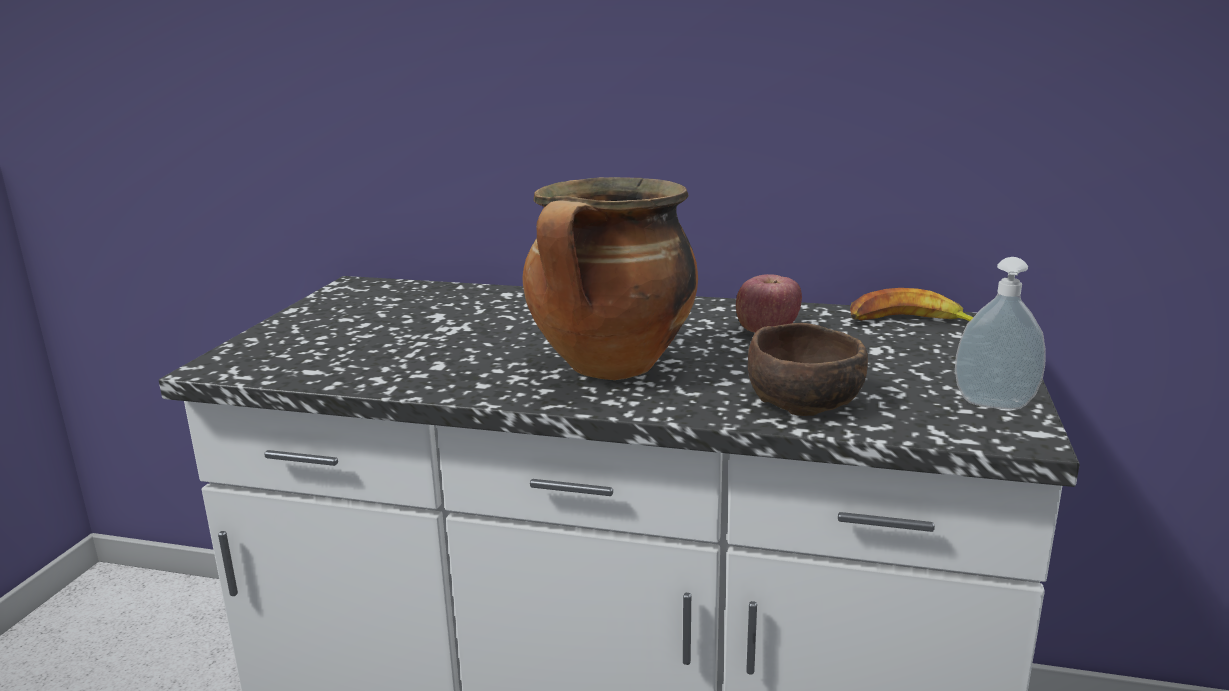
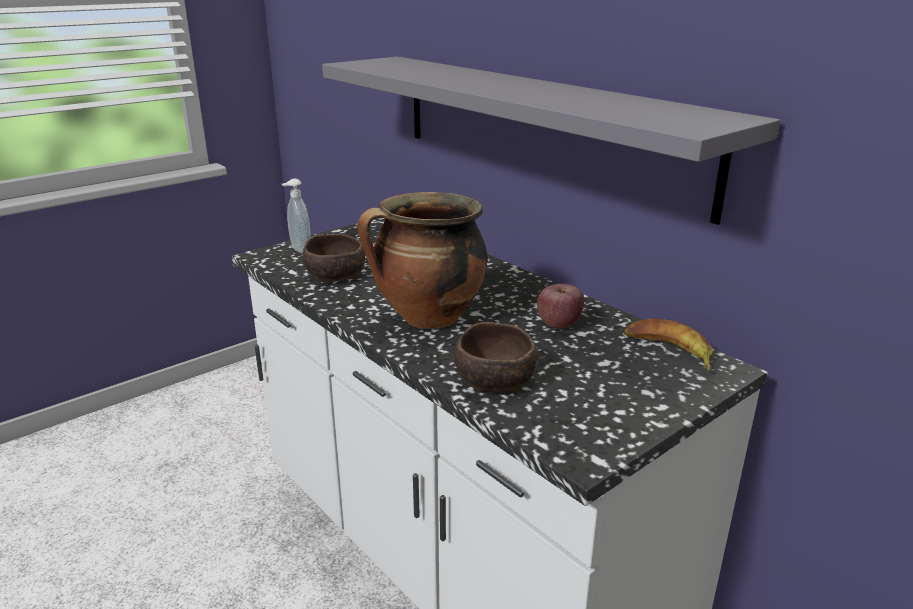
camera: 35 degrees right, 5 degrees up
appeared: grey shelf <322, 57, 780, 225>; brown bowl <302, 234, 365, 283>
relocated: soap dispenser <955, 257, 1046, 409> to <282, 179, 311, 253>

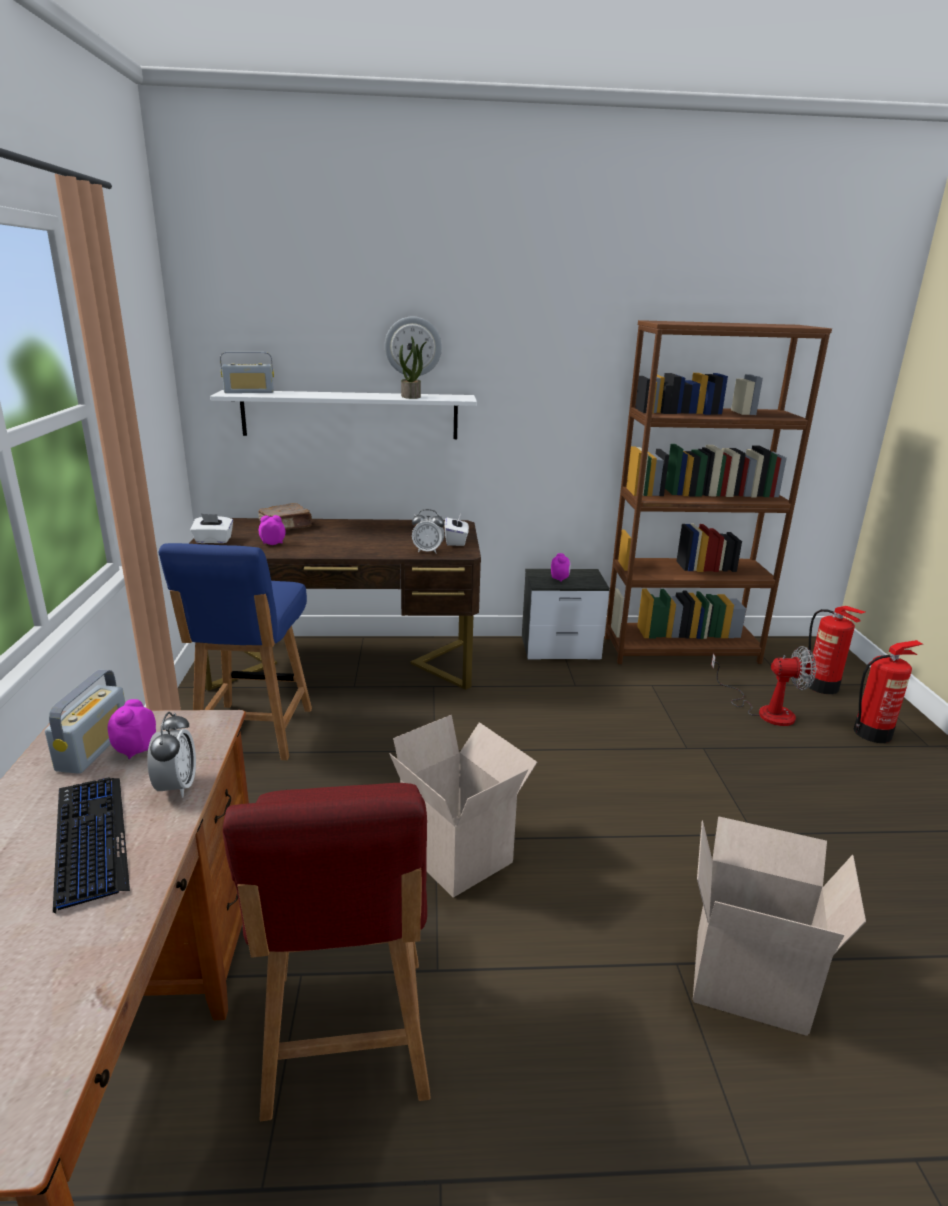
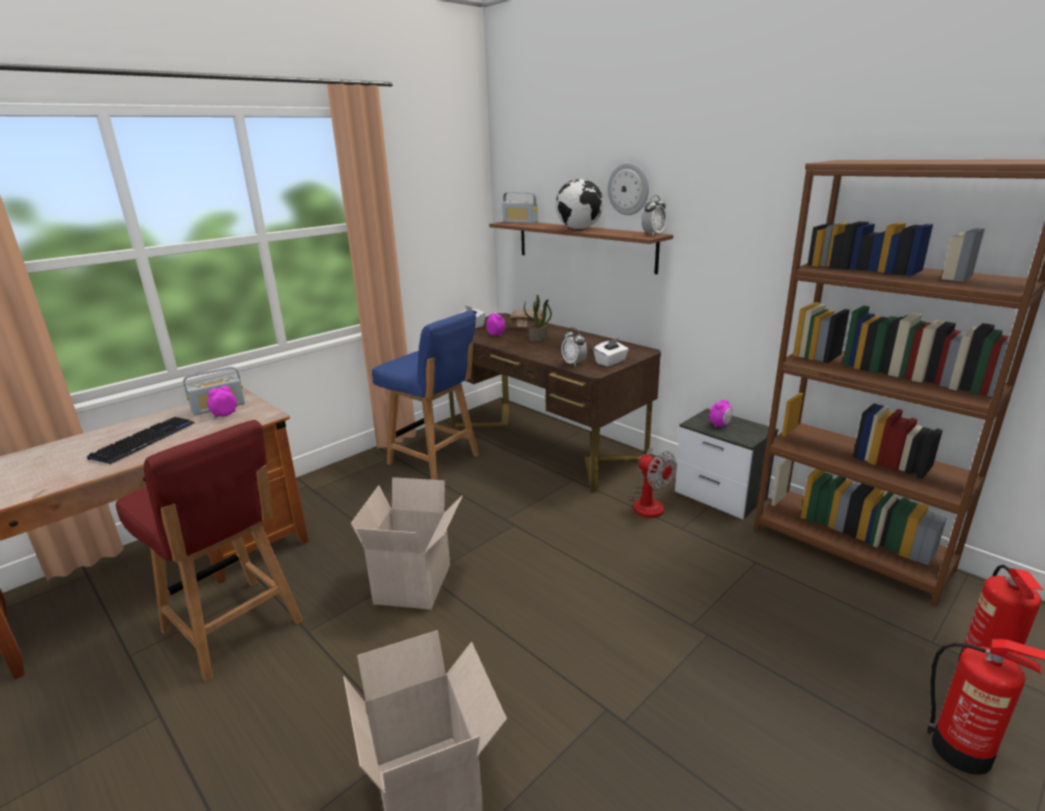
camera: 50 degrees right, 0 degrees up
appeared: globe <556, 179, 603, 230>
relocated: potted plant <399, 336, 427, 399> to <524, 295, 552, 342>; fan <711, 646, 816, 726> to <631, 448, 676, 518>; alarm clock <147, 712, 196, 798> to <641, 195, 666, 236>
colour: white shelf <210, 390, 477, 439> to brown shelf <489, 222, 673, 274>
spun: blue chair <158, 543, 312, 760> = <372, 311, 479, 480> 105 degrees counterclockwise; red chair <223, 783, 431, 1121> = <116, 420, 303, 682> 90 degrees counterclockwise

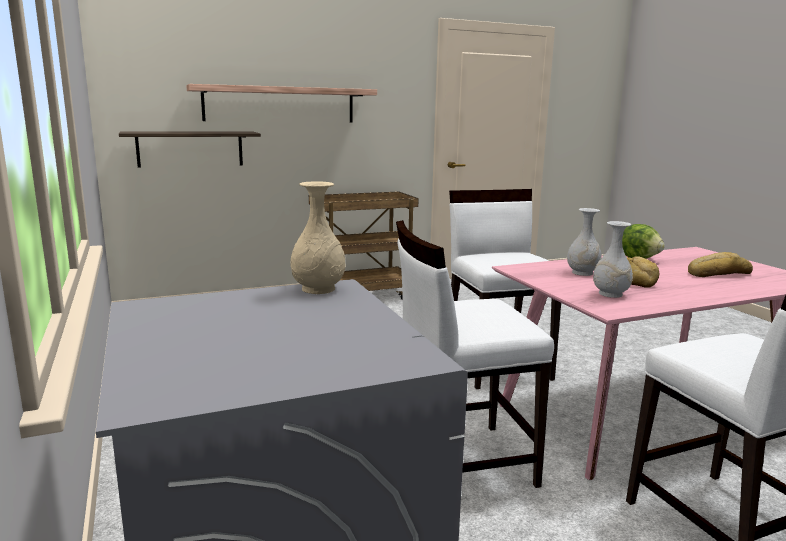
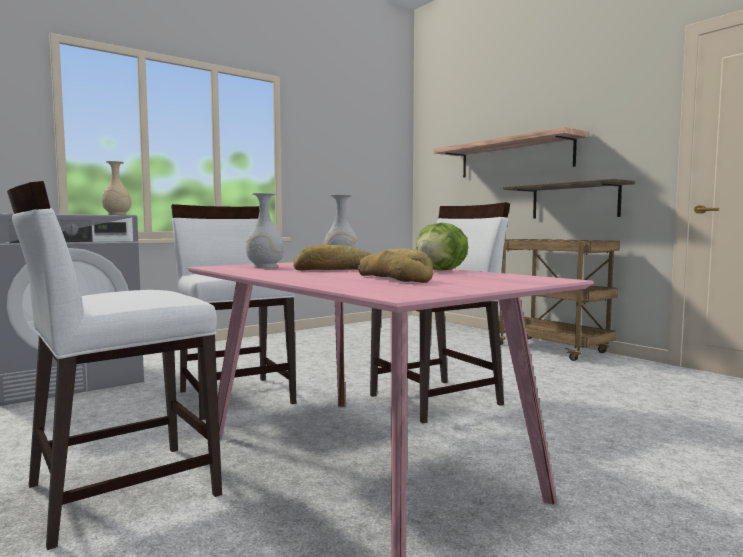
camera: 75 degrees right, 10 degrees down
relocated: shelf <119, 131, 261, 168> to <503, 179, 635, 218>

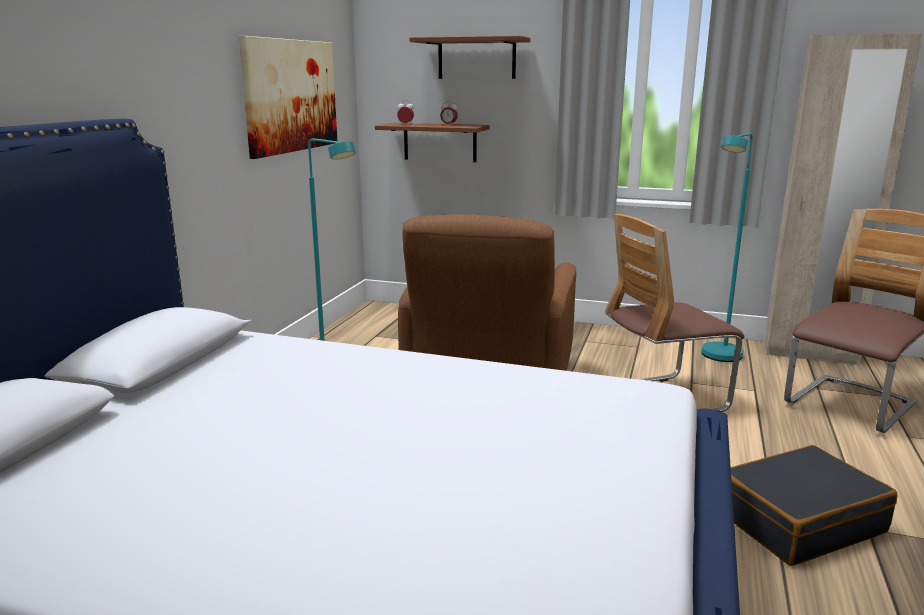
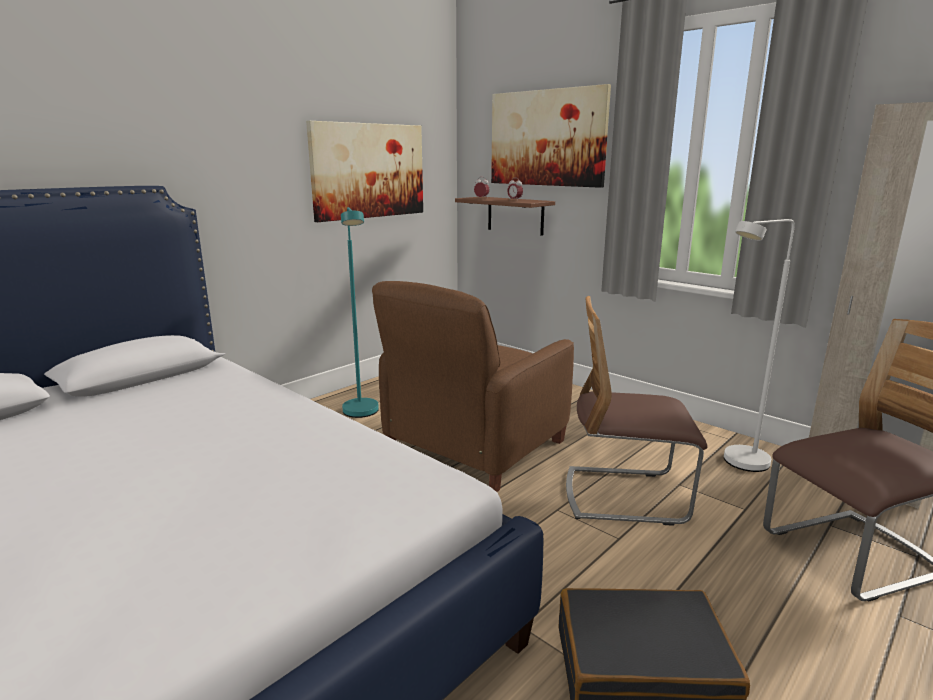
camera: 25 degrees right, 0 degrees up
exchanged: brown shelf <410, 36, 530, 79> to picture <491, 84, 611, 188>
colour: turquoise floor lamp <702, 133, 753, 362> to white floor lamp <724, 219, 795, 472>

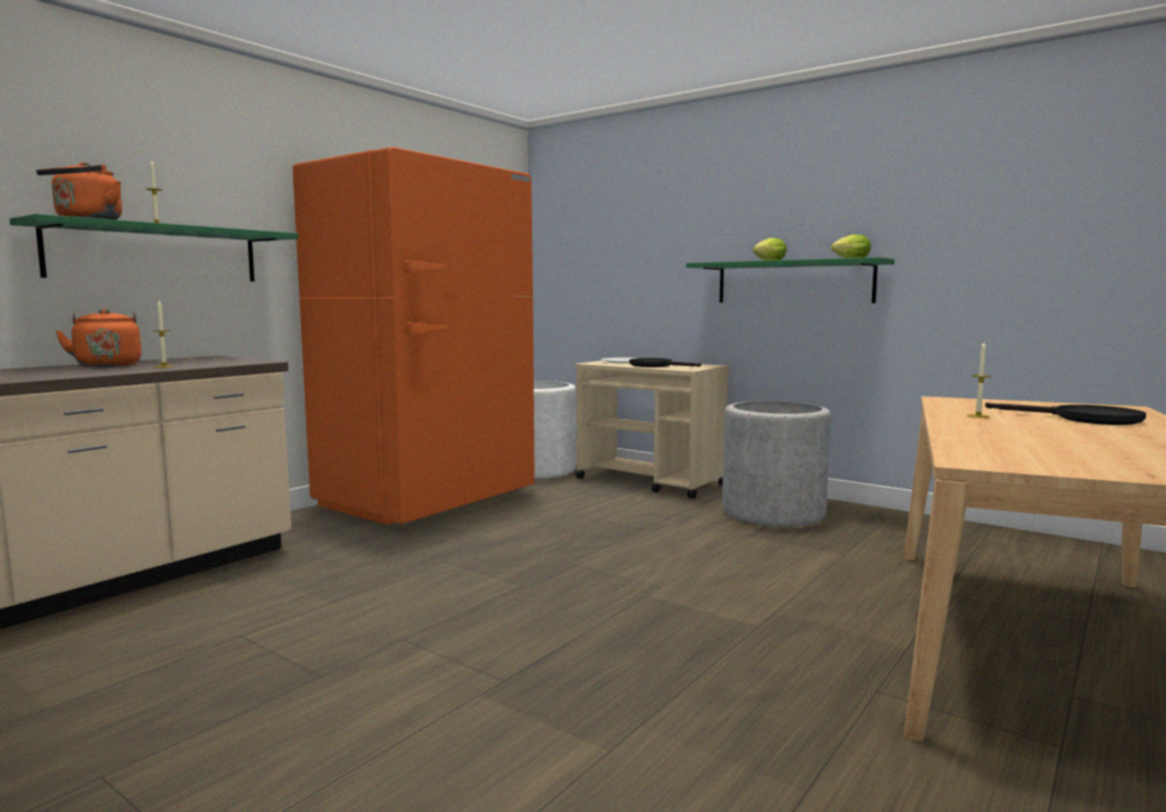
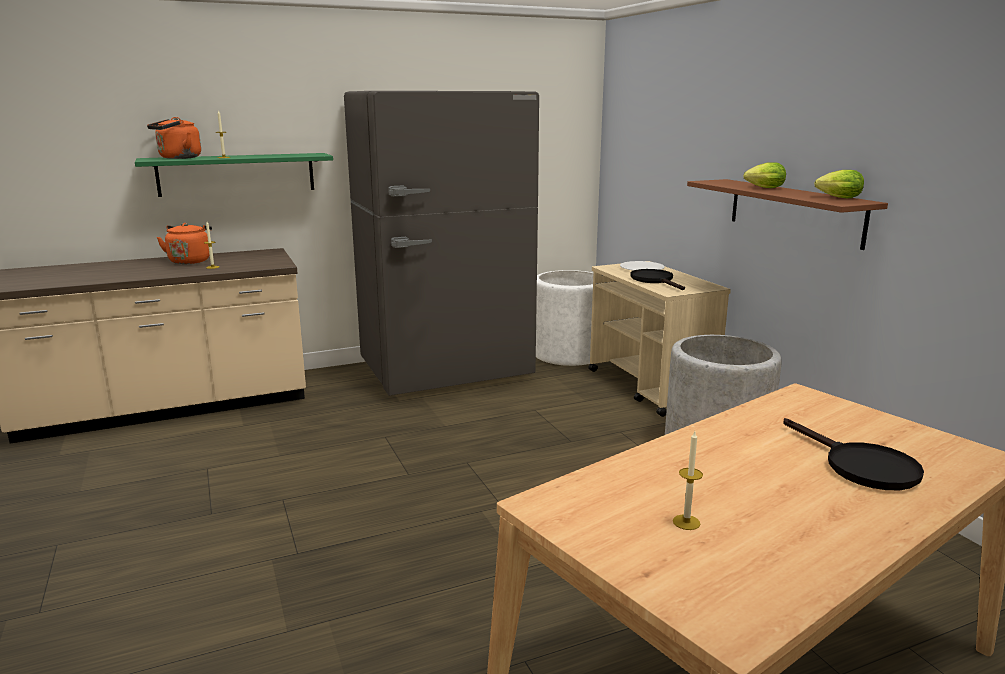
camera: 30 degrees right, 10 degrees up
relocated: candle <967, 342, 991, 418> to <673, 432, 703, 530>
colour: orange fridge <293, 147, 535, 525> to grey fridge <344, 91, 539, 396>; green shelf <686, 257, 895, 303> to brown shelf <687, 179, 888, 250>

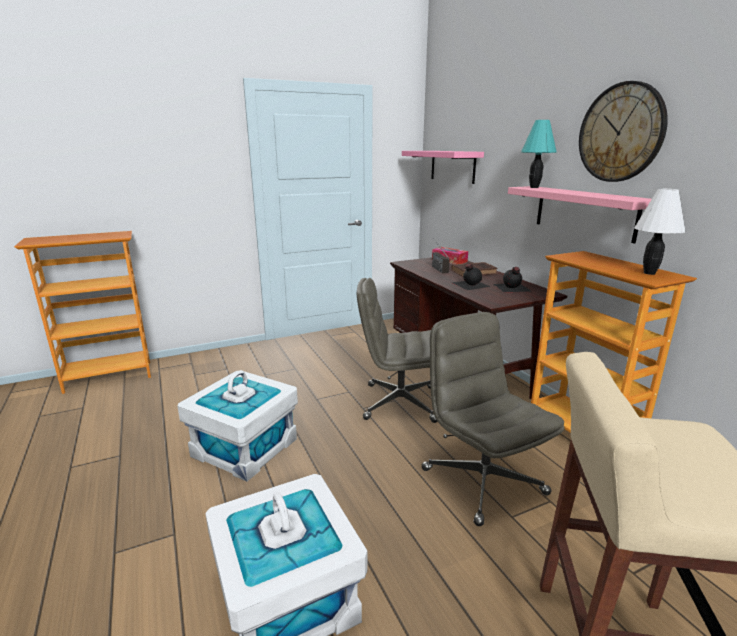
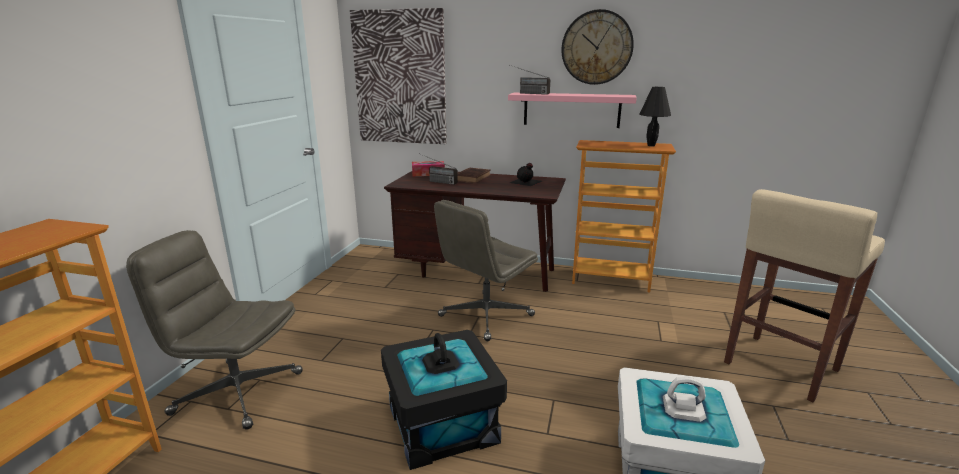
camera: 50 degrees left, 0 degrees up
missing: black bottle <453, 264, 490, 290>
relocated: grey office chair <422, 312, 565, 526> to <126, 230, 303, 430>
exchanged: turquoise table lamp <521, 120, 557, 188> to radio <509, 65, 550, 95>; pink shelf <402, 151, 484, 184> to picture <350, 8, 447, 144>
colour: white table lamp <634, 189, 685, 275> to black table lamp <639, 87, 671, 146>; white storage box <178, 370, 298, 482> to black storage box <381, 330, 507, 470>

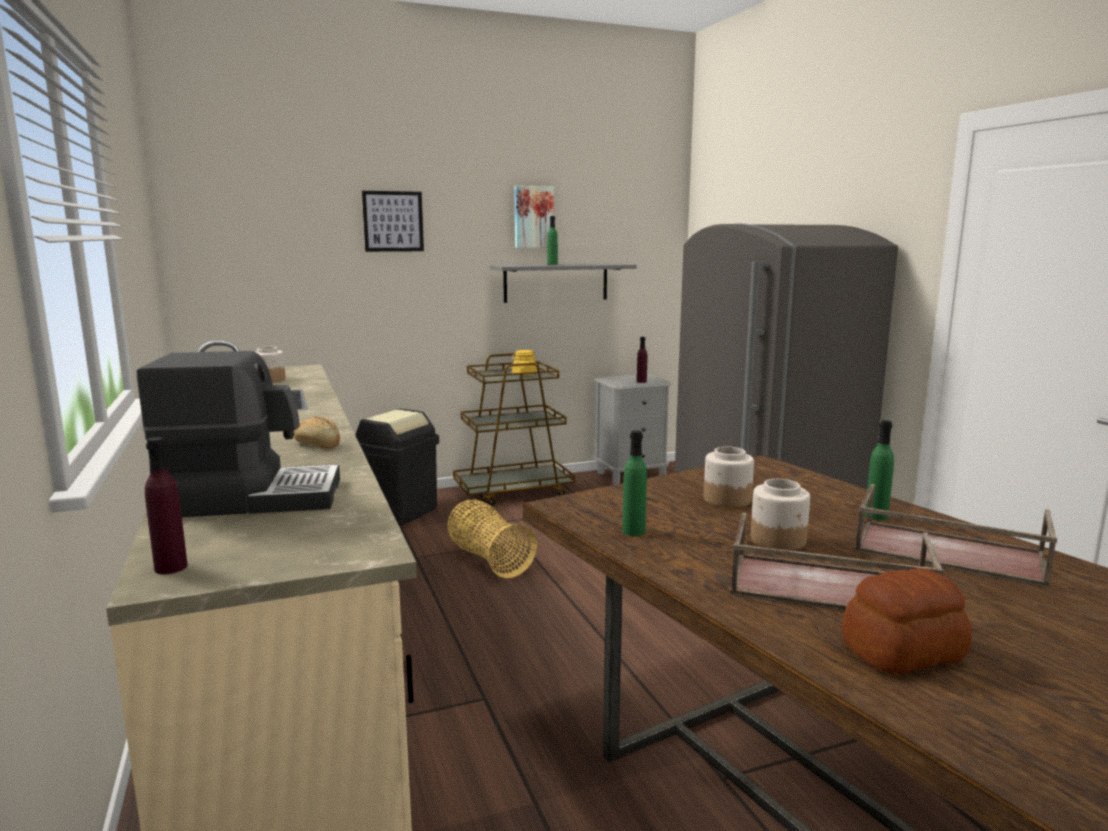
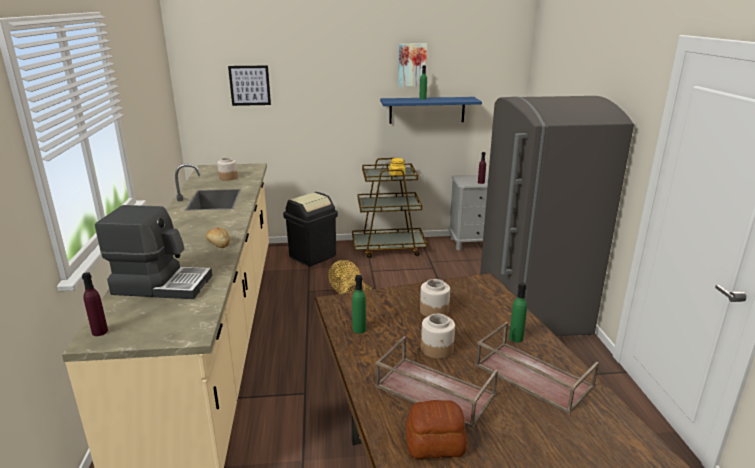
camera: 15 degrees right, 10 degrees up
relocated: picture <362, 191, 424, 252> to <228, 66, 271, 106>
colour: grey shelf <490, 263, 637, 303> to blue shelf <380, 97, 482, 124>

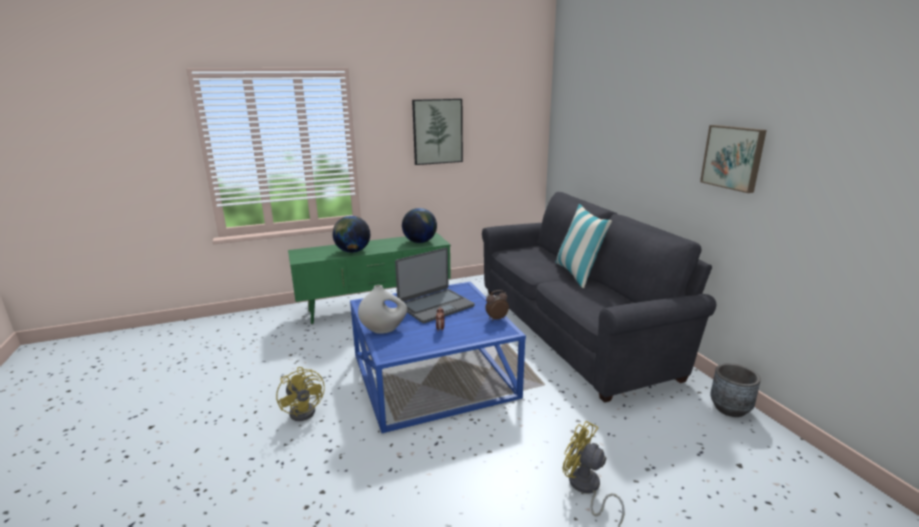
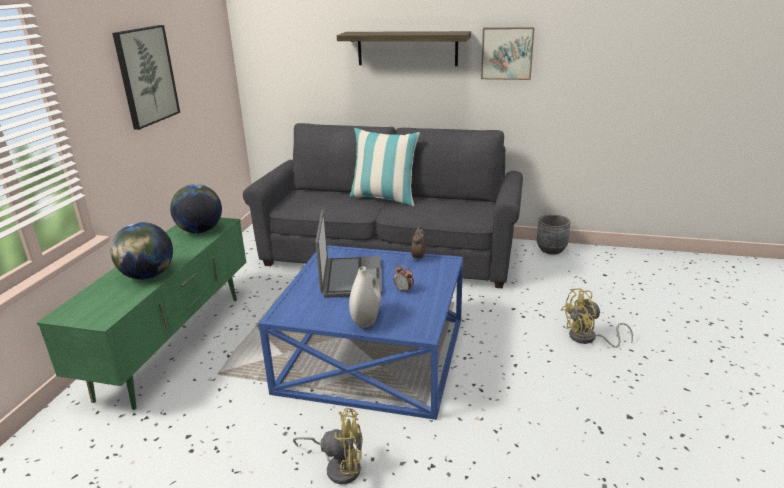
camera: 55 degrees left, 5 degrees up
appeared: shelf <337, 31, 471, 66>

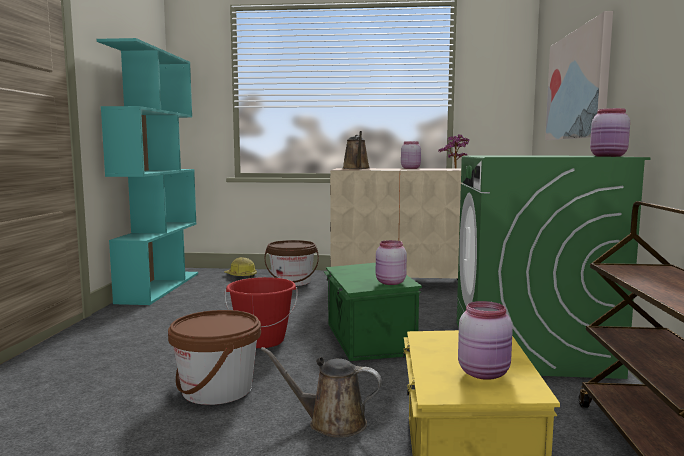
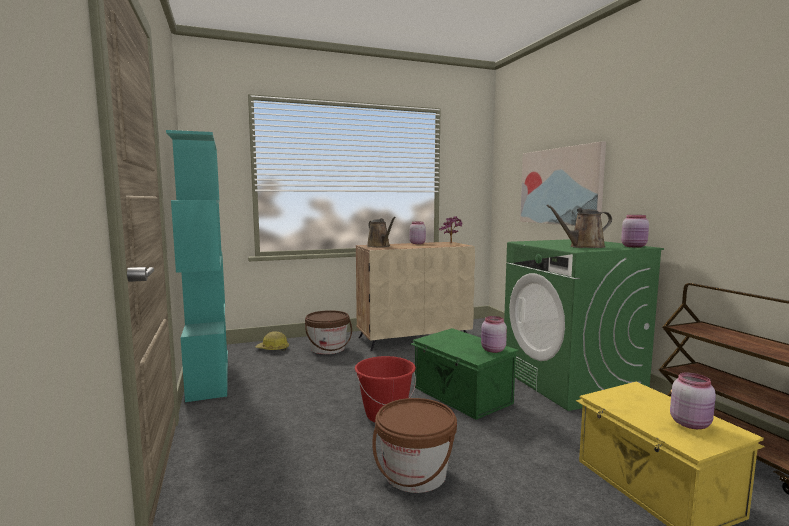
camera: 25 degrees left, 0 degrees up
relocated: brown watering can <261, 347, 382, 438> to <546, 205, 612, 248>

